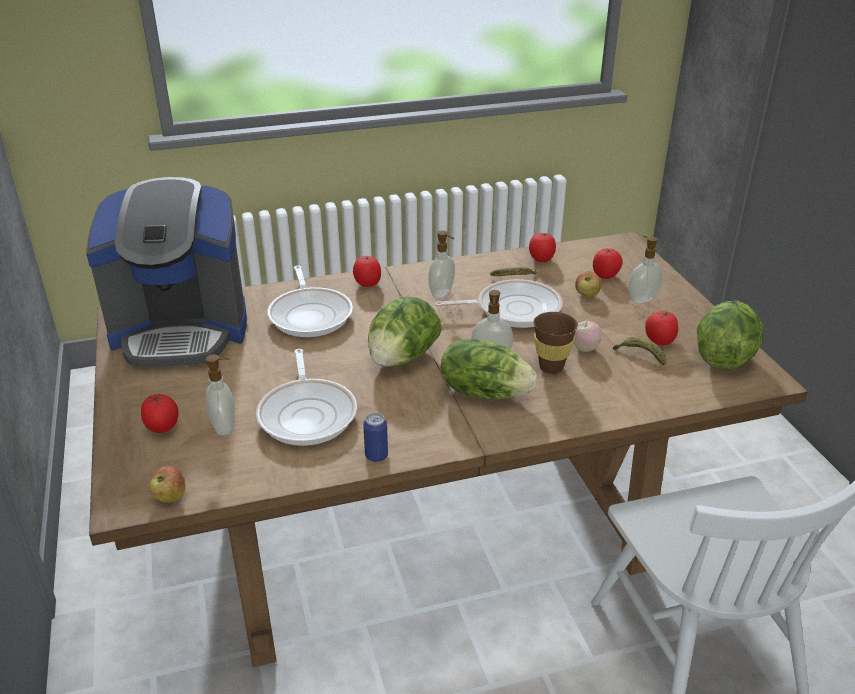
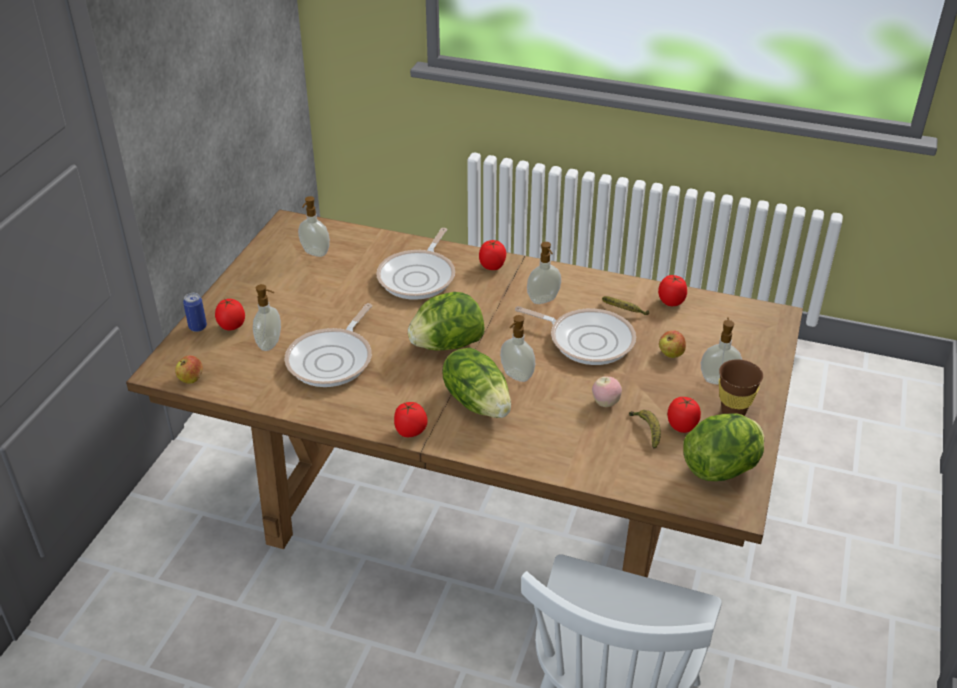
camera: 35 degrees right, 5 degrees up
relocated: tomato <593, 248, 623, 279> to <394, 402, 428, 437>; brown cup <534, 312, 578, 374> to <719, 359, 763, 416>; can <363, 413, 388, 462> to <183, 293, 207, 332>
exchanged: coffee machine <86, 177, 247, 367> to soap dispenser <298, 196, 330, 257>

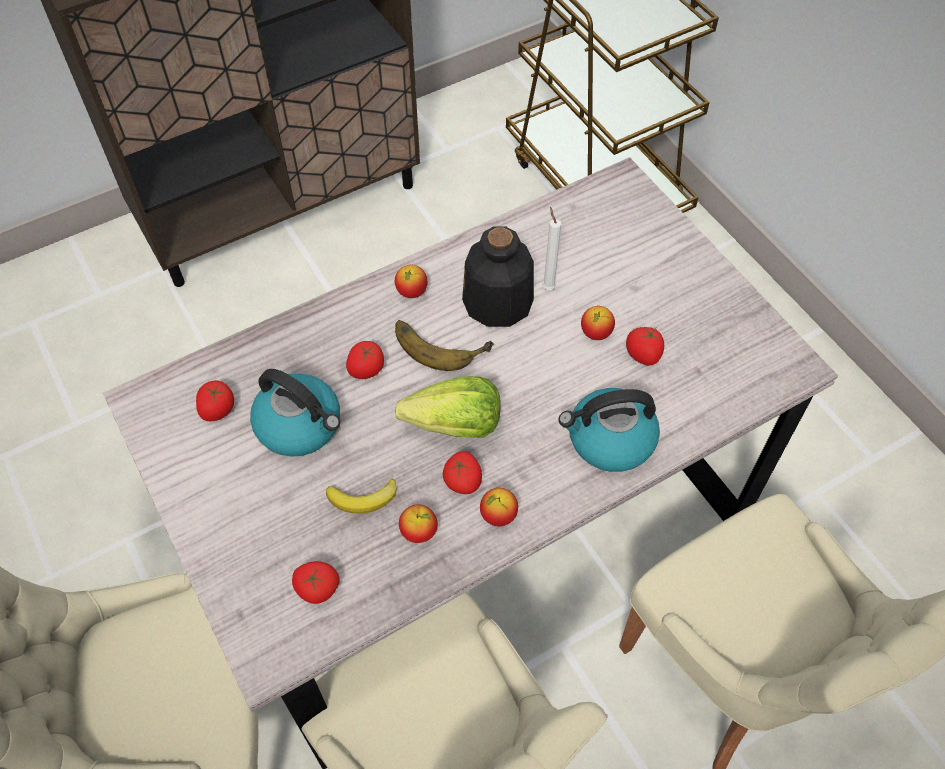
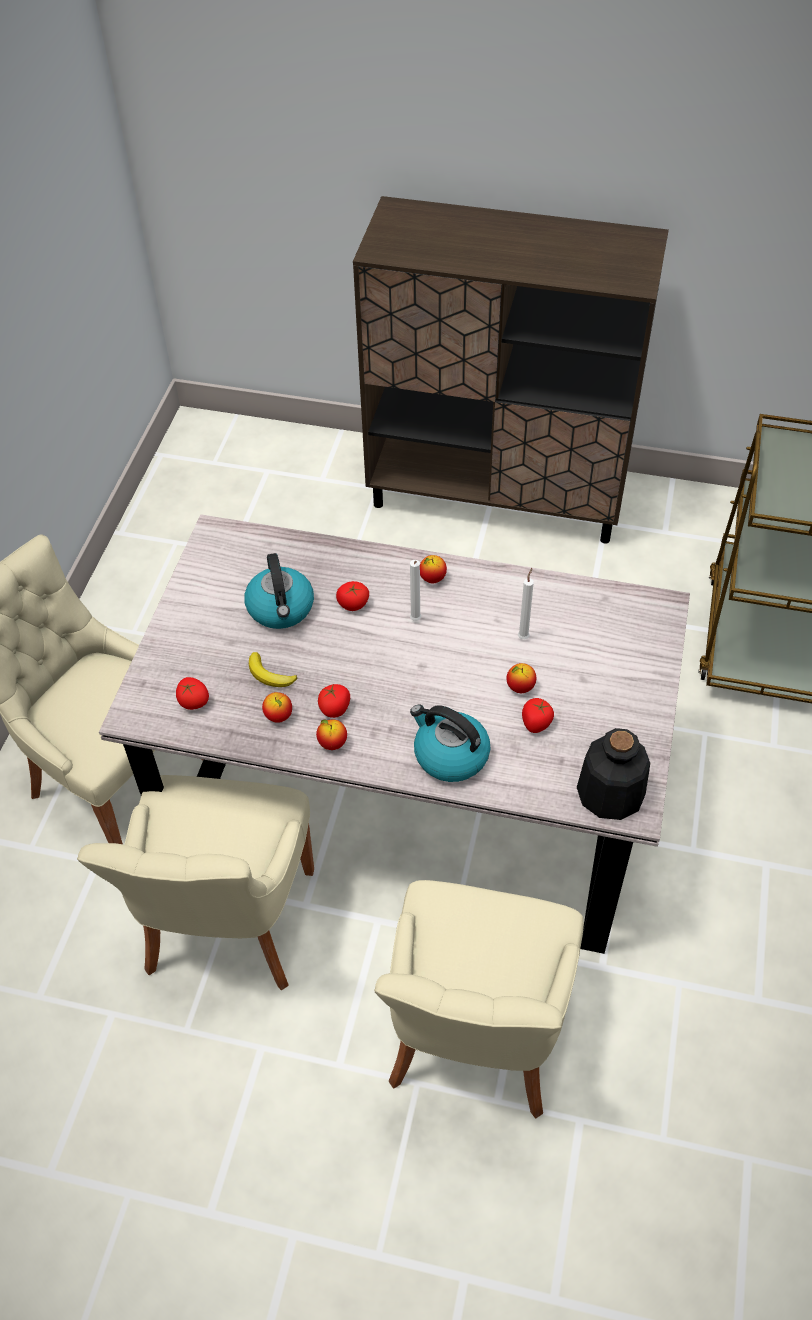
camera: 45 degrees right, 5 degrees down
missing: lettuce <395, 376, 501, 438>; tomato <196, 380, 234, 422>
relocated: bottle <462, 226, 534, 327> to <577, 728, 650, 820>
exchanged: banana <395, 320, 493, 371> to white candle <410, 560, 421, 621>

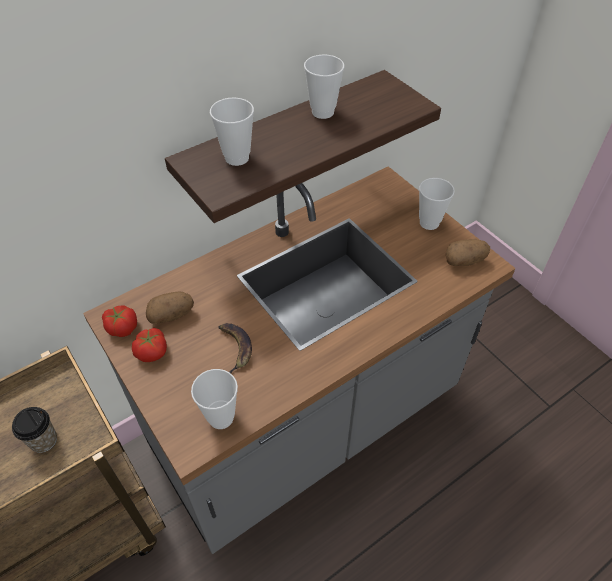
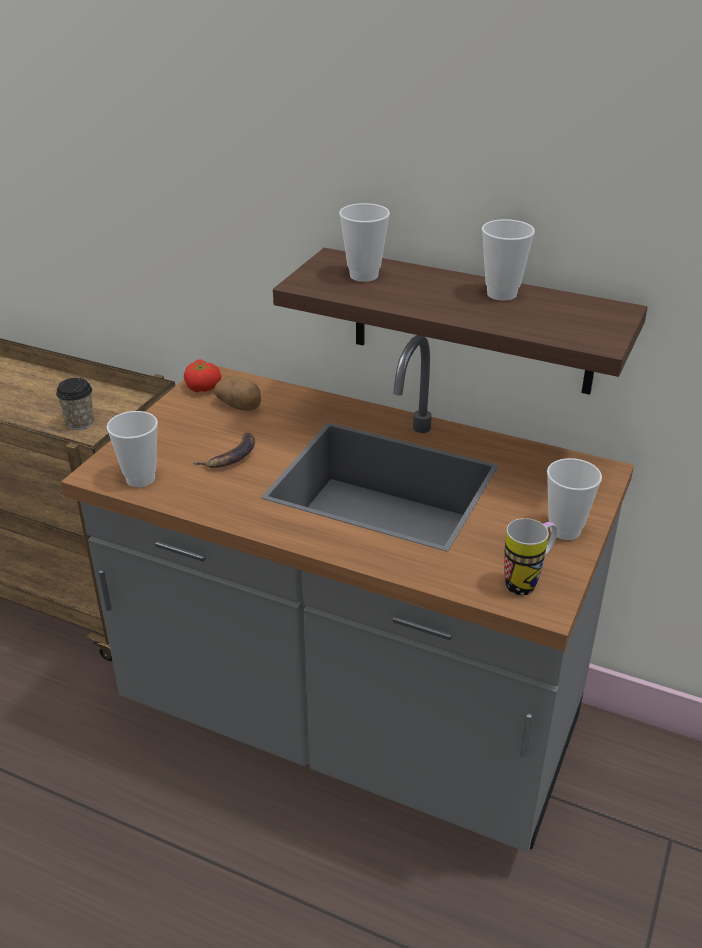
camera: 60 degrees right, 15 degrees down
missing: tomato <132, 328, 167, 362>
exchanged: potato <446, 239, 490, 266> to mug <504, 518, 557, 595>

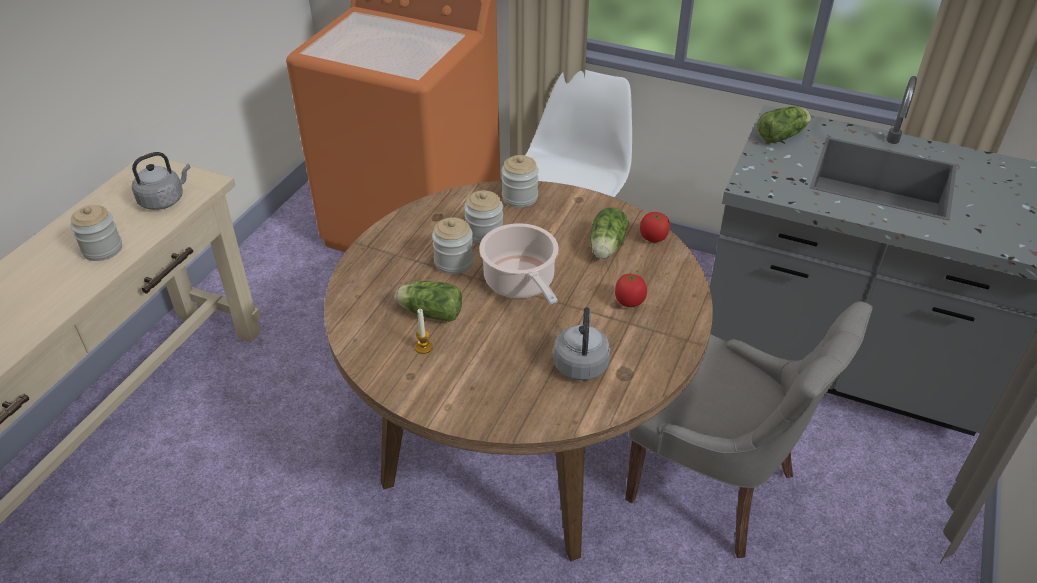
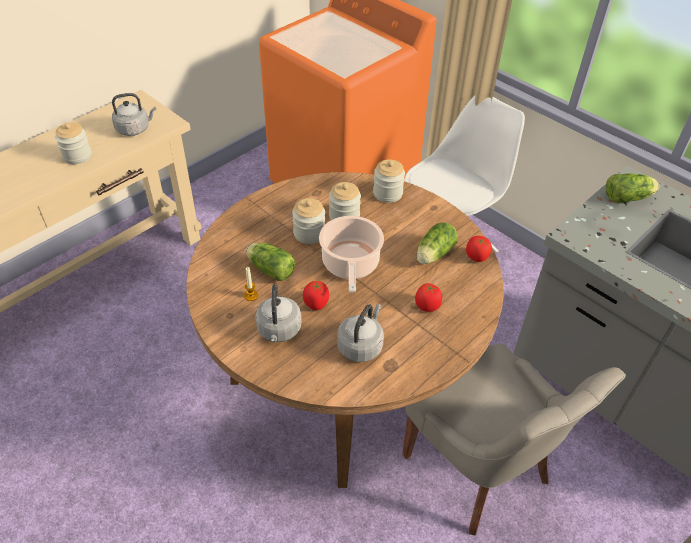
camera: 20 degrees right, 5 degrees up
appeared: tomato <303, 281, 329, 310>; grey kettle <255, 284, 302, 342>

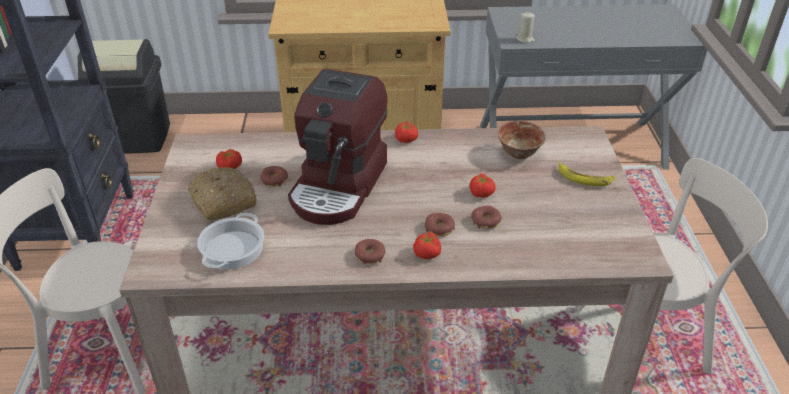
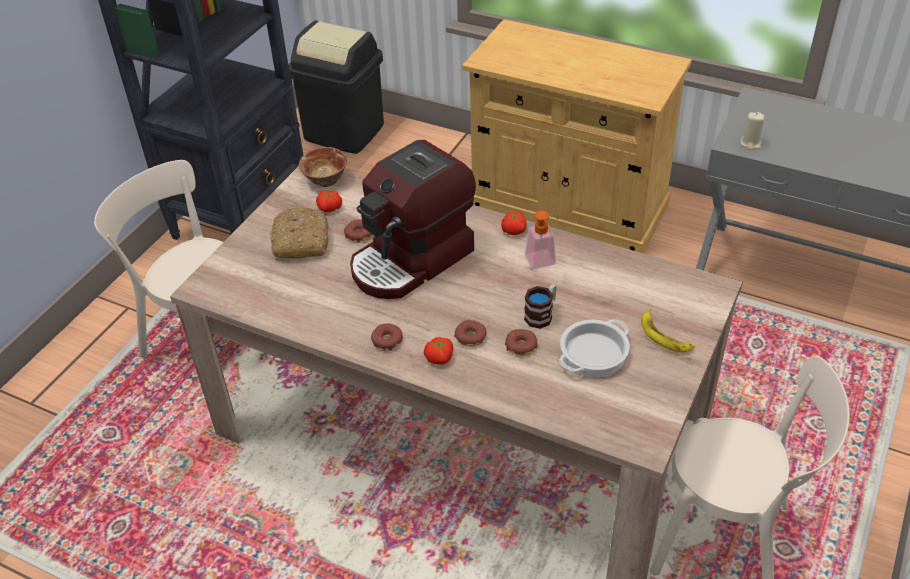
camera: 30 degrees right, 5 degrees up
appeared: soap dispenser <525, 210, 556, 269>
relocated: bowl <498, 121, 546, 159> to <299, 147, 347, 187>; cooking pot <197, 213, 264, 269> to <559, 319, 630, 377>
exchanged: tomato <469, 174, 496, 198> to mug <524, 284, 557, 329>

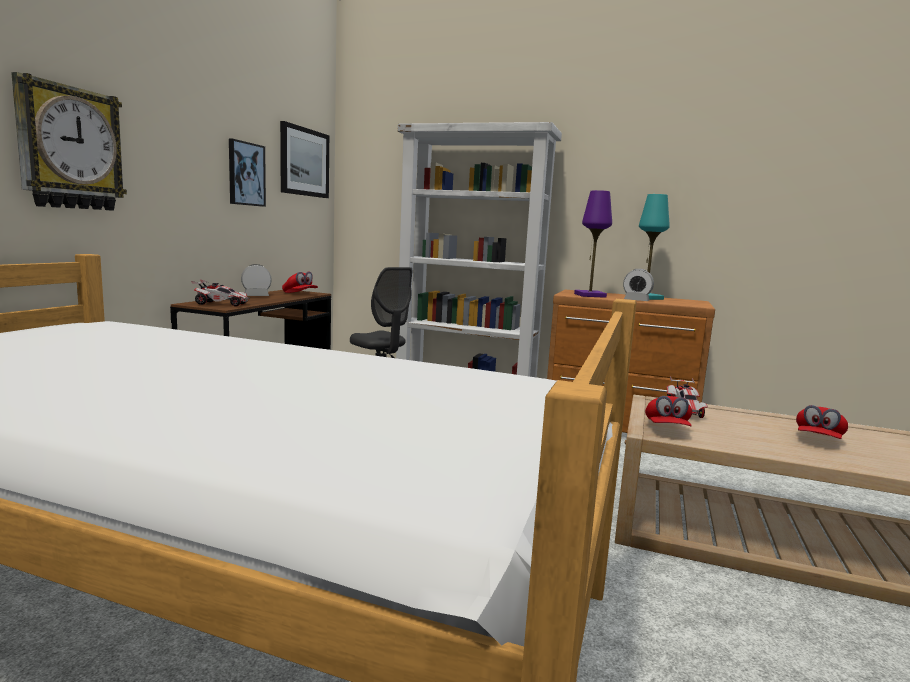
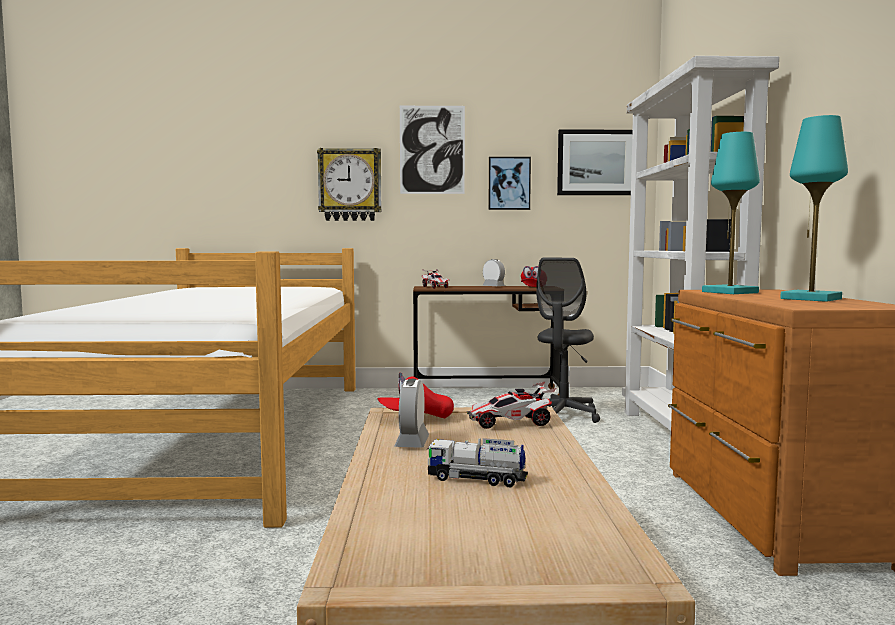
camera: 70 degrees right, 5 degrees down
appeared: picture <400, 106, 465, 194>
relocated: alarm clock <623, 269, 654, 301> to <395, 379, 429, 448>
exchanged: red cap <796, 405, 848, 439> to toy truck <427, 438, 528, 487>
colour: purple table lamp <574, 190, 612, 298> to turquoise table lamp <702, 132, 760, 294>

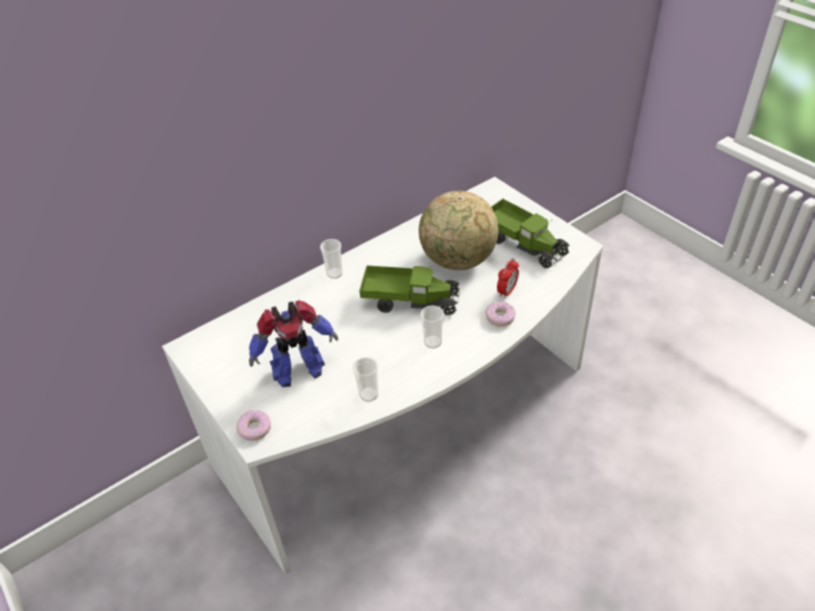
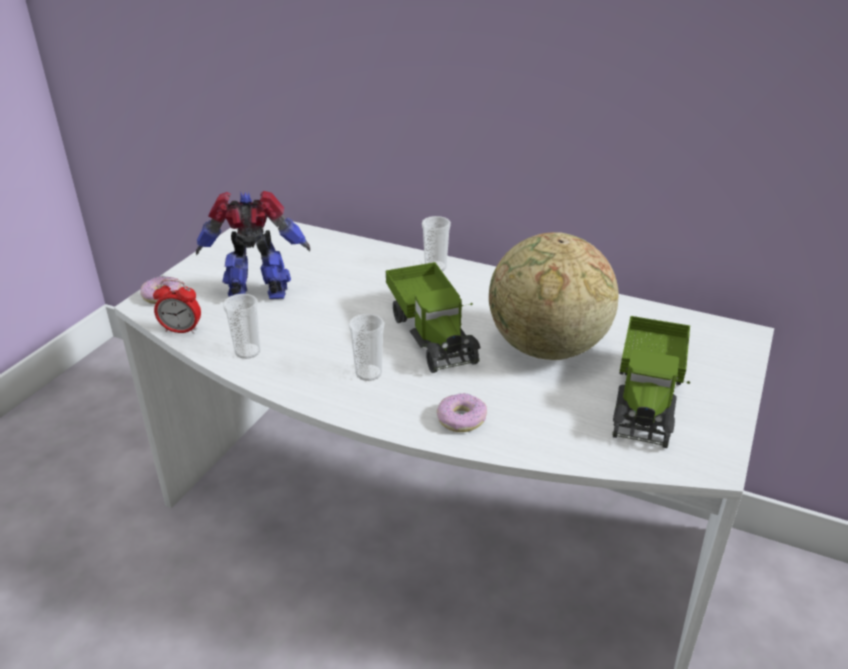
camera: 60 degrees right, 10 degrees down
relocated: alarm clock <497, 258, 519, 298> to <153, 279, 201, 334>
spun: toy robot <249, 300, 338, 387> = <196, 191, 310, 299> 135 degrees clockwise

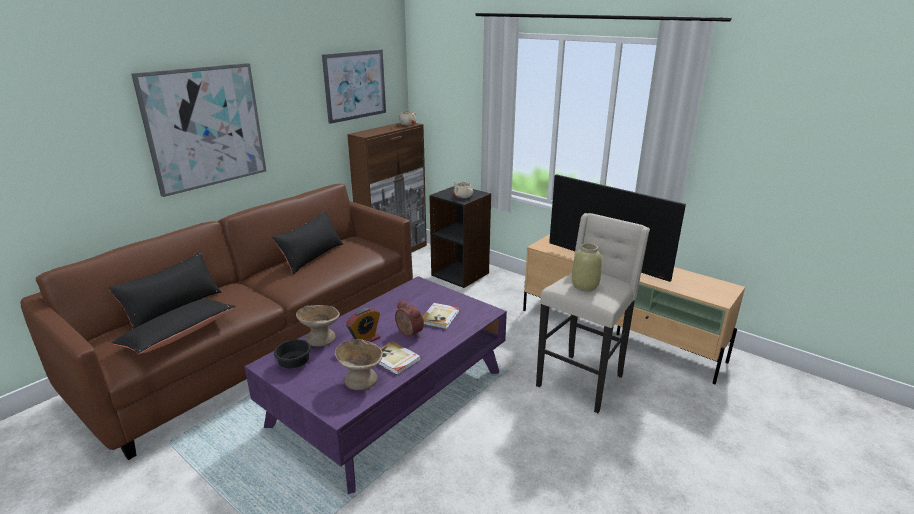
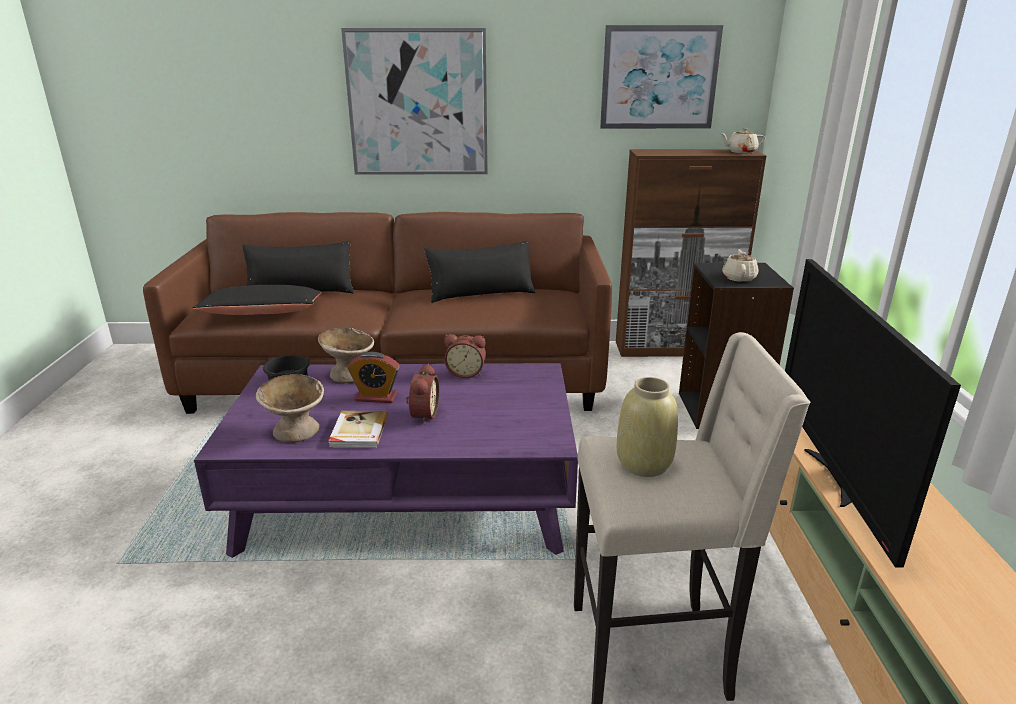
camera: 50 degrees right, 0 degrees up
missing: book <422, 303, 459, 329>
appeared: alarm clock <444, 334, 486, 378>

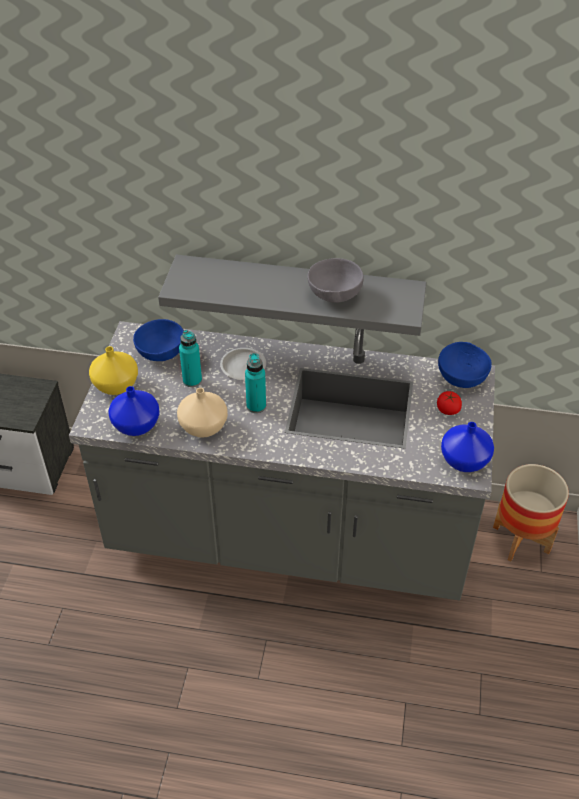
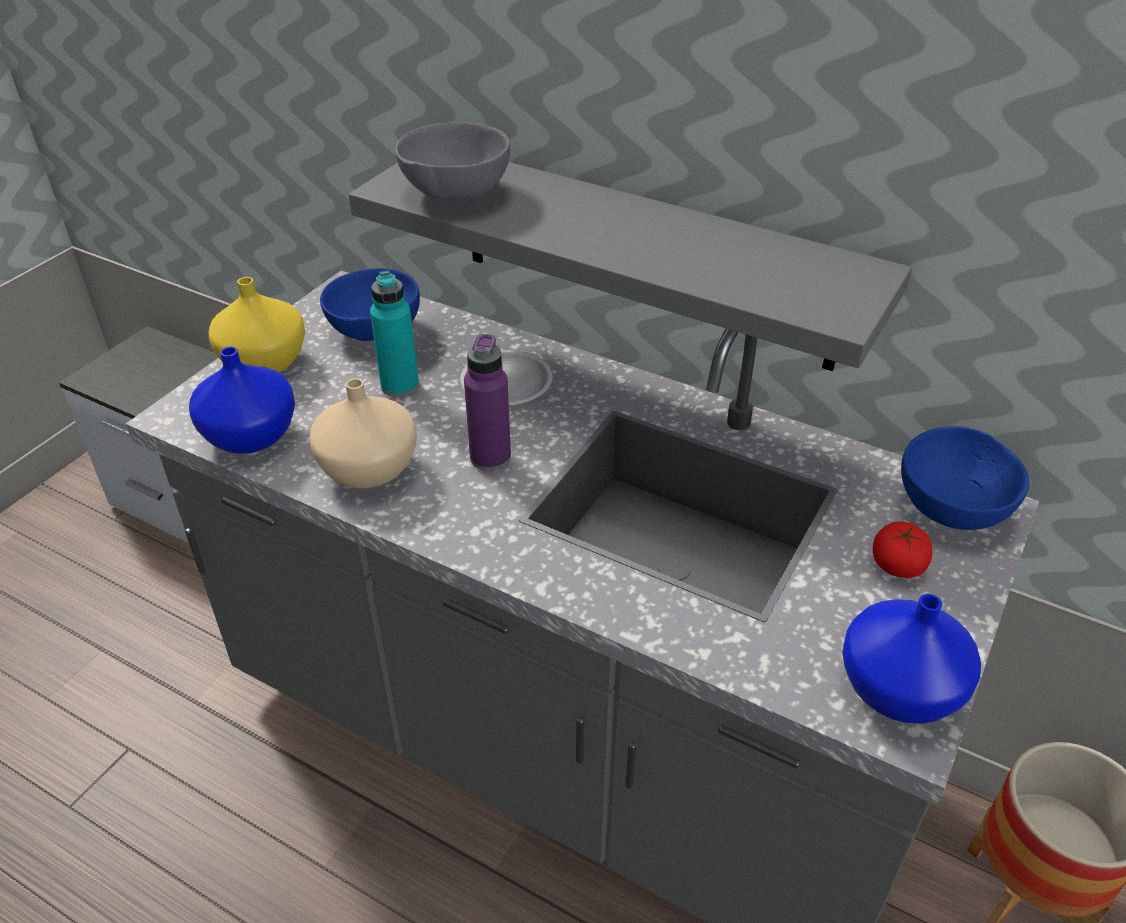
camera: 20 degrees right, 5 degrees down
relocated: grey bowl <307, 258, 364, 303> to <395, 122, 510, 200>
colour: turquoise bottle <245, 353, 266, 413> to purple bottle <464, 334, 511, 471>

